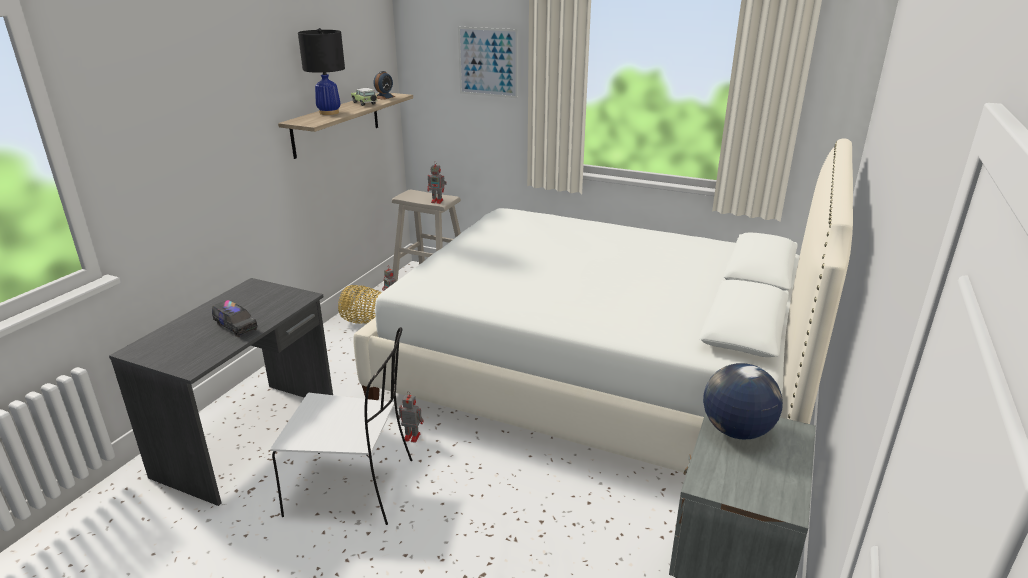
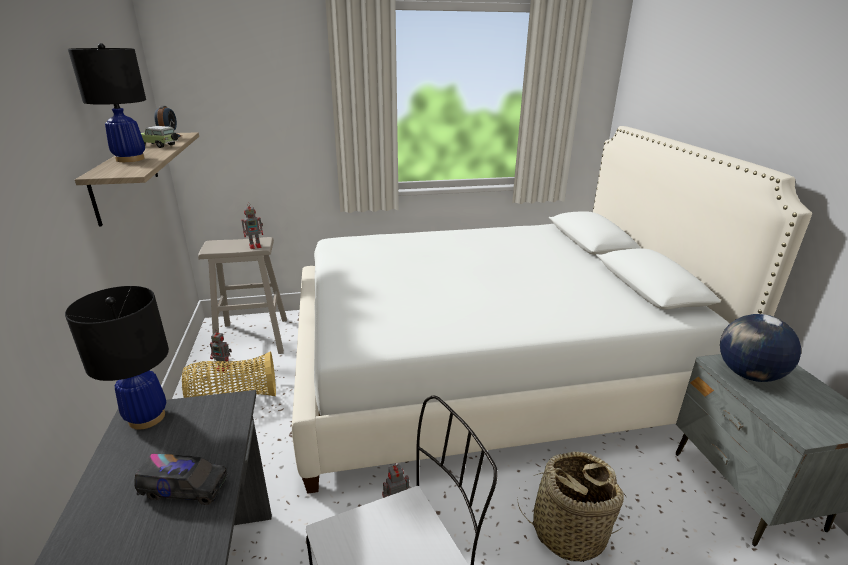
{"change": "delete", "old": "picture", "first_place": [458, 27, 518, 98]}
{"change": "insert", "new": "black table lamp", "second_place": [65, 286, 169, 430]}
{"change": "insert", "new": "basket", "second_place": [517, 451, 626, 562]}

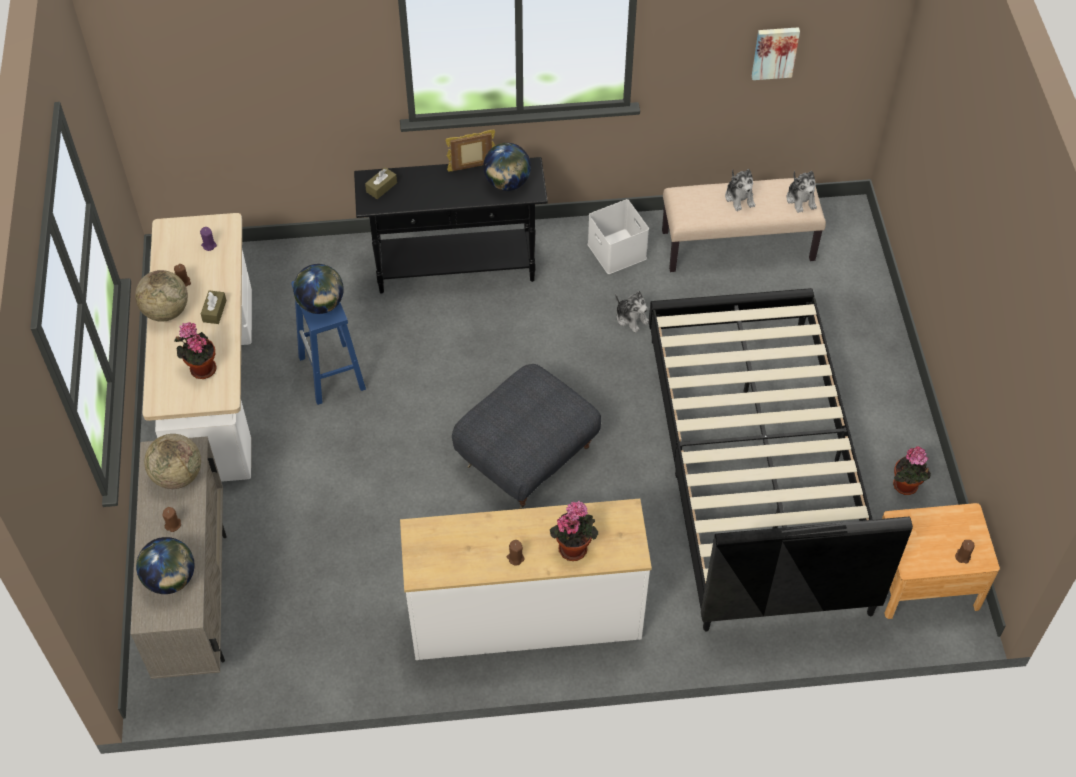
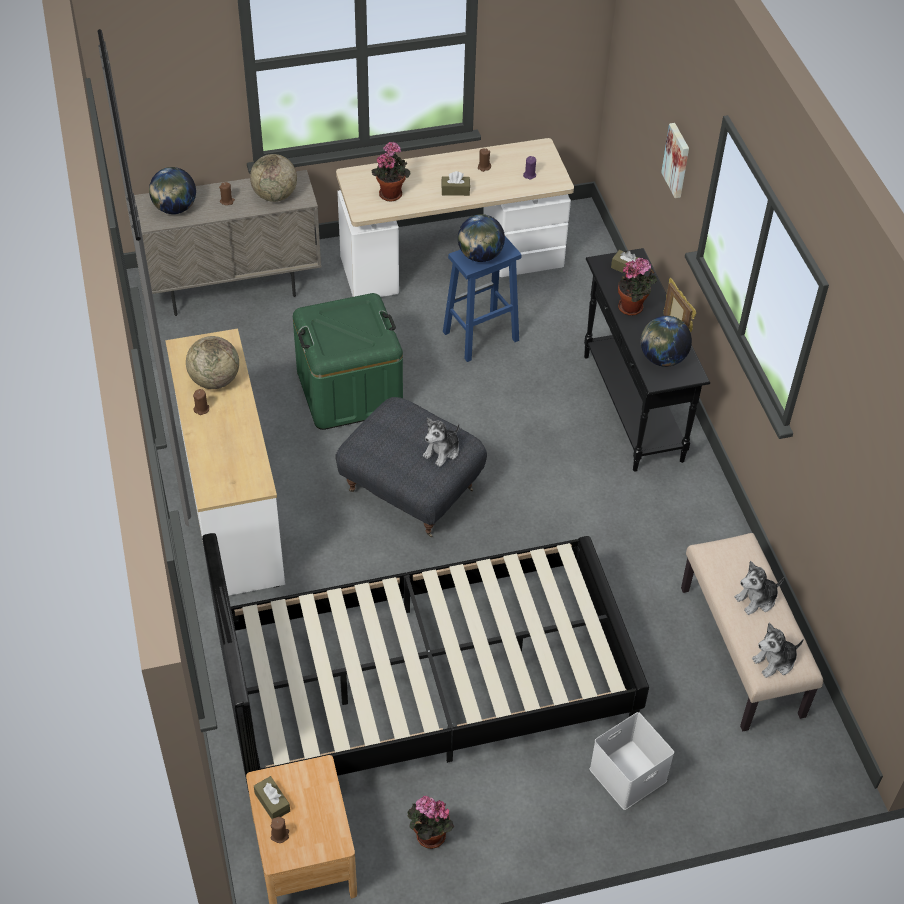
{"change": "move", "old": "picture", "first_place": [752, 27, 800, 80], "second_place": [661, 123, 689, 198]}
{"change": "move", "old": "white storage box", "first_place": [588, 199, 649, 274], "second_place": [589, 712, 674, 810]}
{"change": "move", "old": "globe", "first_place": [135, 270, 188, 322], "second_place": [186, 336, 239, 389]}
{"change": "move", "old": "plush toy", "first_place": [615, 291, 649, 333], "second_place": [423, 418, 459, 467]}
{"change": "move", "old": "potted plant", "first_place": [550, 501, 598, 561], "second_place": [618, 258, 657, 316]}
{"change": "insert", "new": "green storage box", "second_place": [293, 293, 403, 430]}
{"change": "insert", "new": "brown tissue box", "second_place": [254, 776, 290, 819]}

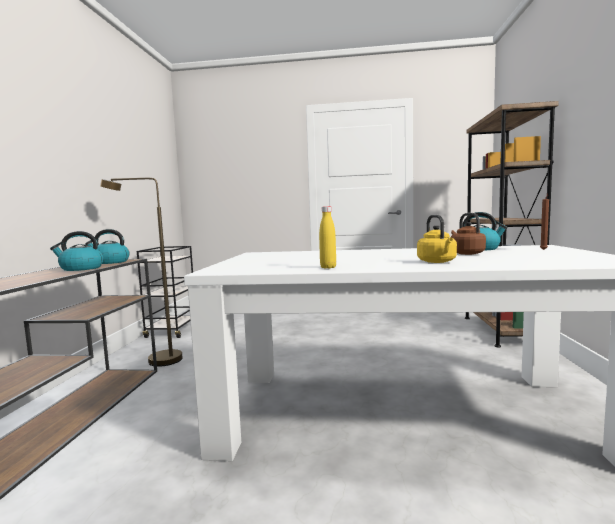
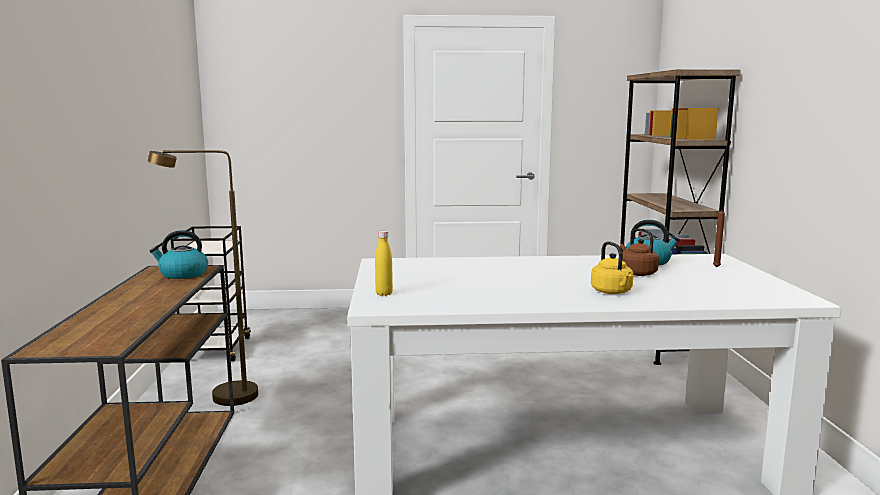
{"change": "move", "old": "yellow bottle", "first_place": [319, 206, 336, 268], "second_place": [375, 231, 393, 296]}
{"change": "delete", "old": "kettle", "first_place": [50, 231, 103, 271]}

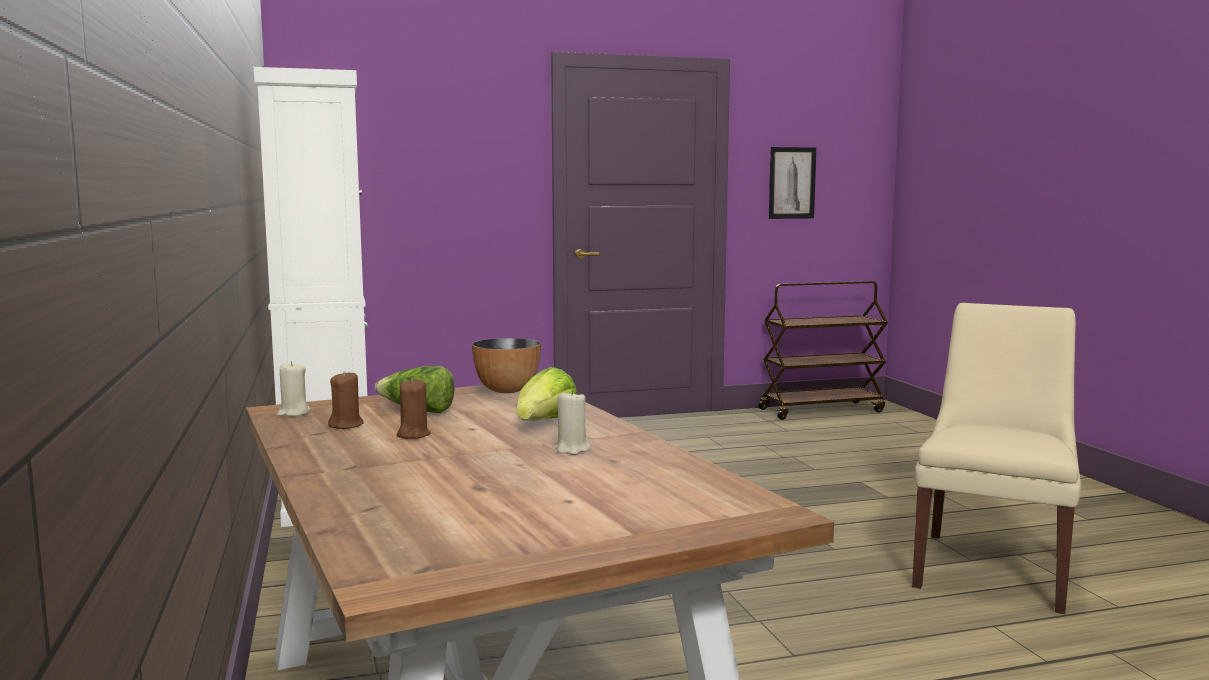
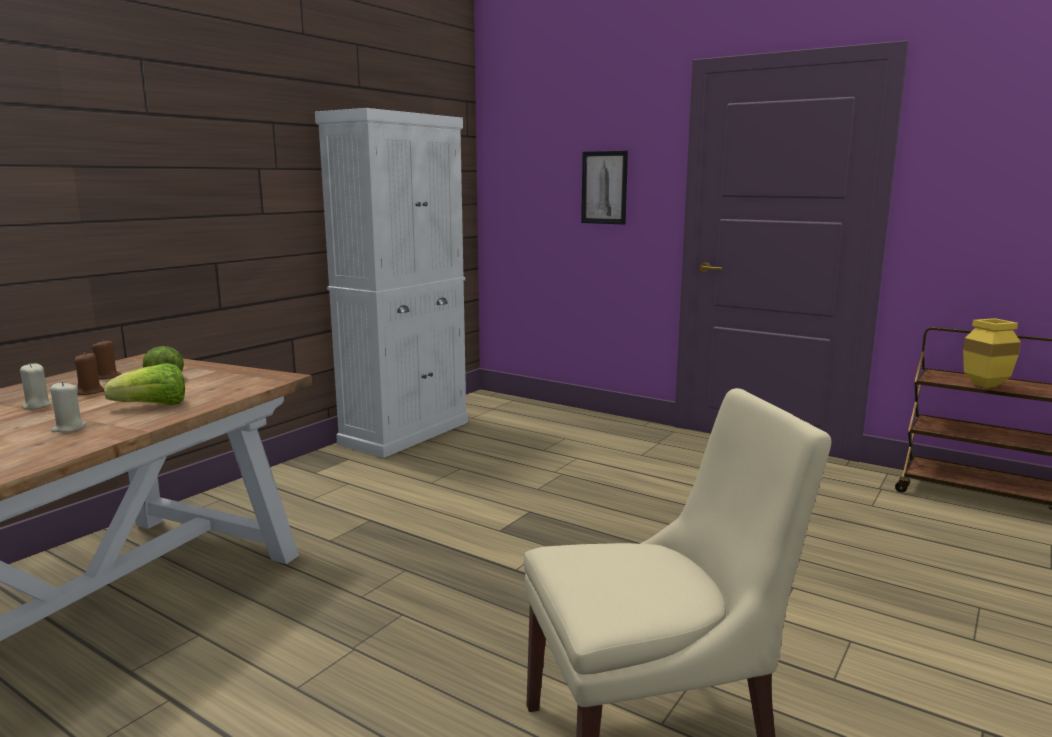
{"change": "move", "old": "picture", "first_place": [769, 147, 816, 219], "second_place": [581, 151, 628, 225]}
{"change": "delete", "old": "bowl", "first_place": [472, 338, 541, 393]}
{"change": "move", "old": "beige candle", "first_place": [277, 361, 311, 416], "second_place": [20, 363, 52, 409]}
{"change": "insert", "new": "yellow vase", "second_place": [963, 318, 1021, 388]}

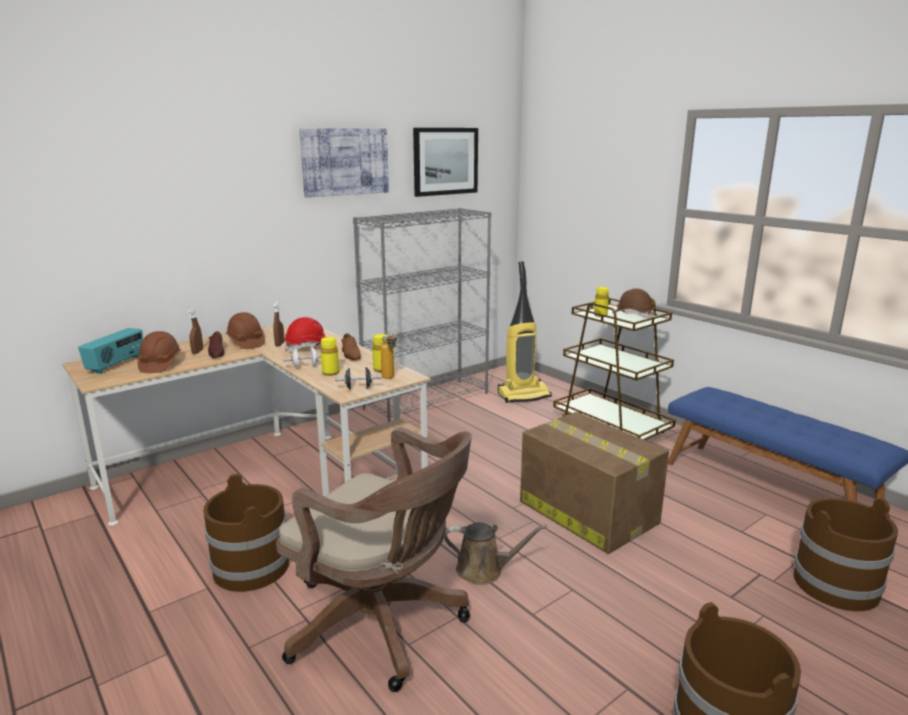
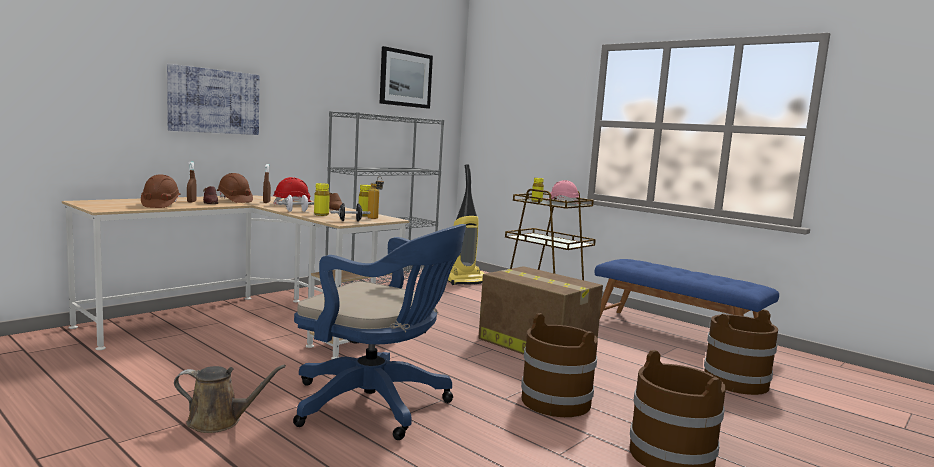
{"change": "move", "old": "picture", "first_place": [299, 128, 389, 198], "second_place": [167, 64, 260, 135]}
{"change": "recolor", "old": "brown hard hat", "new": "pink hard hat", "first_place": [615, 288, 654, 319], "second_place": [546, 180, 579, 204]}
{"change": "delete", "old": "radio", "first_place": [78, 328, 143, 374]}
{"change": "recolor", "old": "brown office chair", "new": "blue office chair", "first_place": [276, 427, 472, 692], "second_place": [293, 224, 466, 440]}
{"change": "move", "old": "brown bucket", "first_place": [203, 474, 289, 592], "second_place": [521, 313, 598, 417]}
{"change": "move", "old": "brown watering can", "first_place": [444, 522, 547, 585], "second_place": [174, 365, 286, 433]}

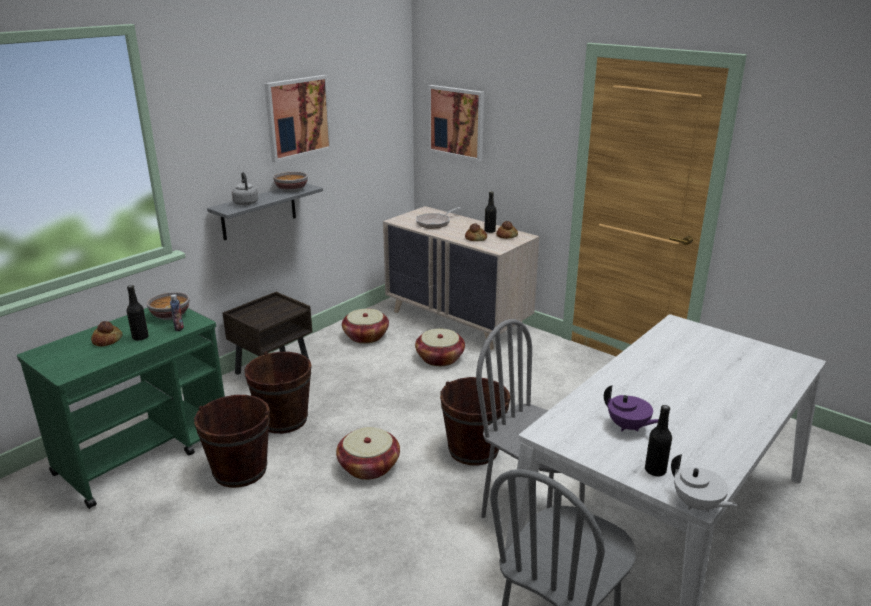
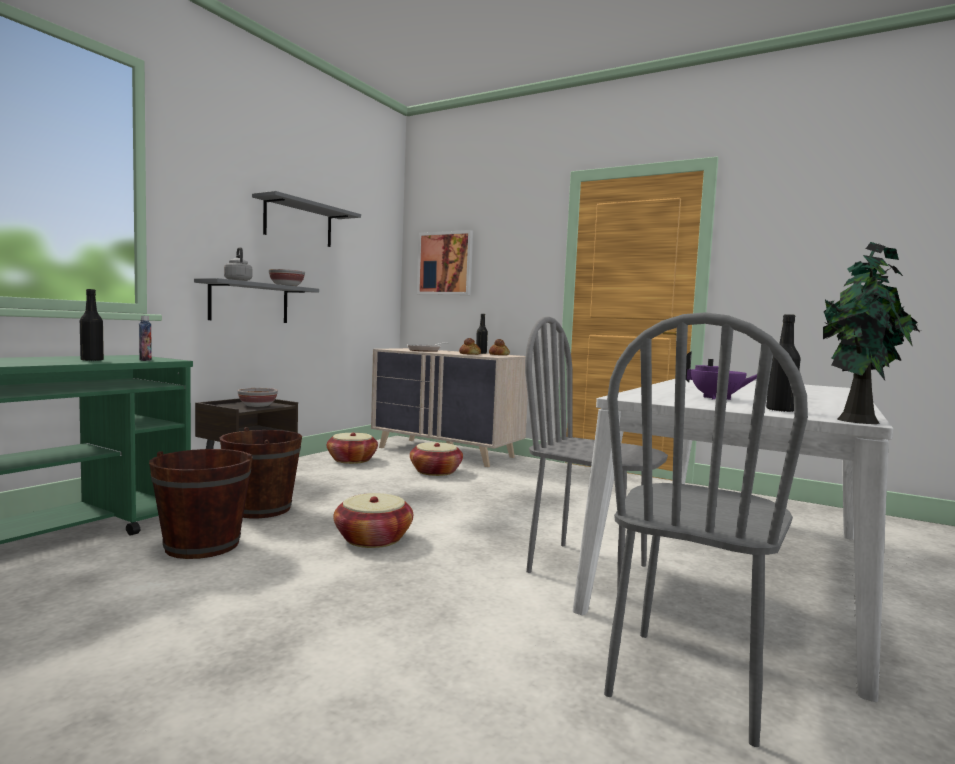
{"change": "replace", "old": "picture", "new": "grey shelf", "first_place": [264, 75, 332, 163], "second_place": [252, 191, 361, 247]}
{"change": "move", "old": "bowl", "first_place": [147, 292, 189, 320], "second_place": [238, 388, 278, 407]}
{"change": "delete", "old": "bread", "first_place": [91, 321, 122, 347]}
{"change": "delete", "old": "brown bucket", "first_place": [440, 377, 510, 466]}
{"change": "replace", "old": "white teapot", "new": "potted plant", "first_place": [671, 454, 737, 512], "second_place": [823, 242, 921, 424]}

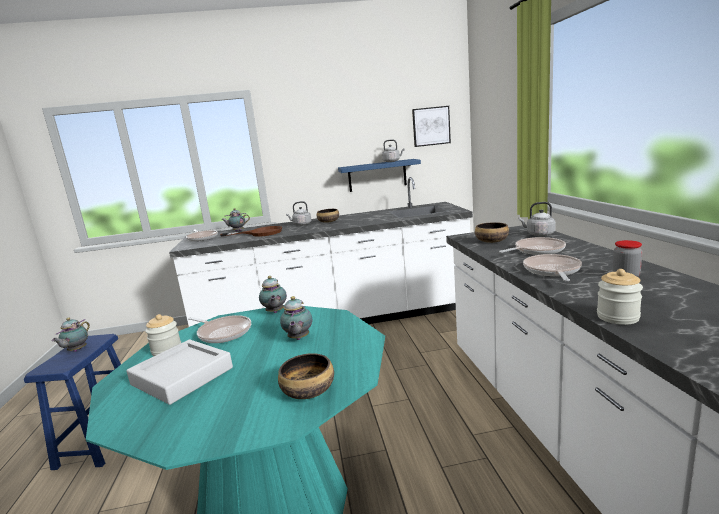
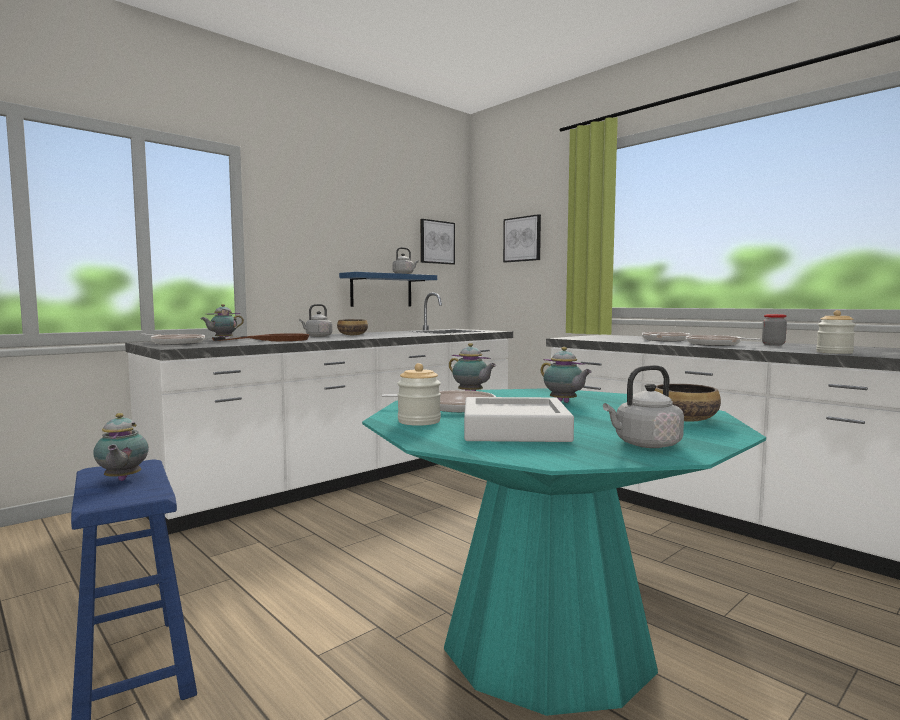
{"change": "move", "old": "grey kettle", "first_place": [519, 202, 556, 236], "second_place": [603, 365, 684, 448]}
{"change": "delete", "old": "bowl", "first_place": [475, 222, 509, 243]}
{"change": "insert", "new": "picture", "second_place": [503, 214, 541, 262]}

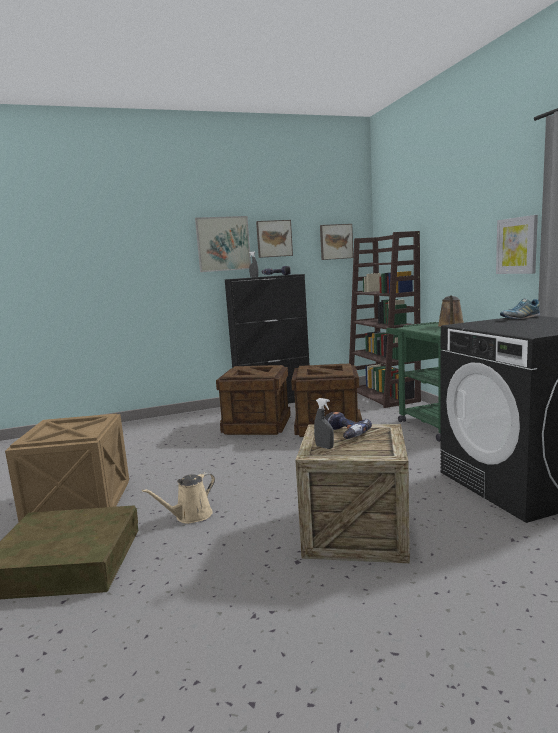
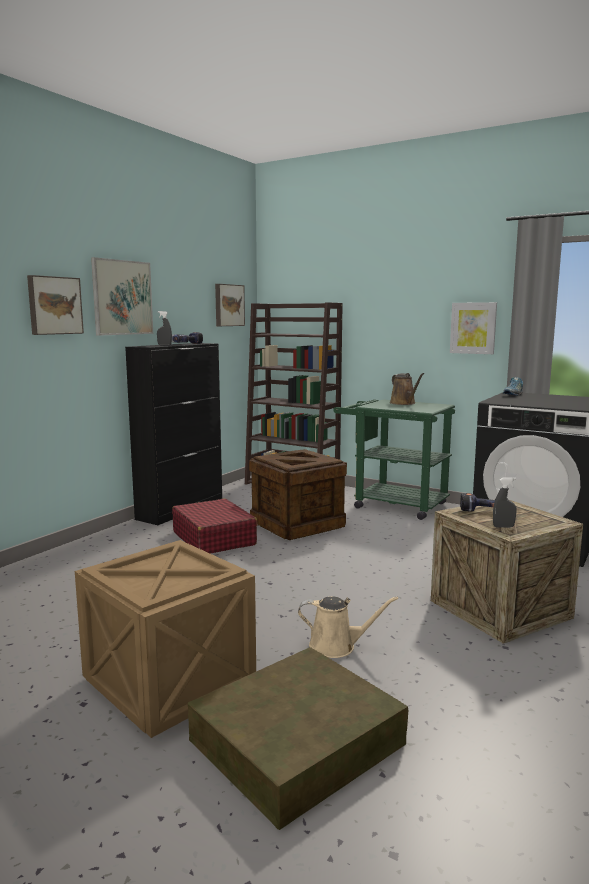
{"change": "move", "old": "picture", "first_place": [256, 220, 293, 258], "second_place": [27, 275, 84, 335]}
{"change": "replace", "old": "crate", "new": "red suitcase", "first_place": [216, 365, 291, 435], "second_place": [172, 498, 258, 554]}
{"change": "rotate", "old": "beige watering can", "first_place": [142, 472, 215, 524], "second_place": [298, 596, 398, 658], "degrees": -90}

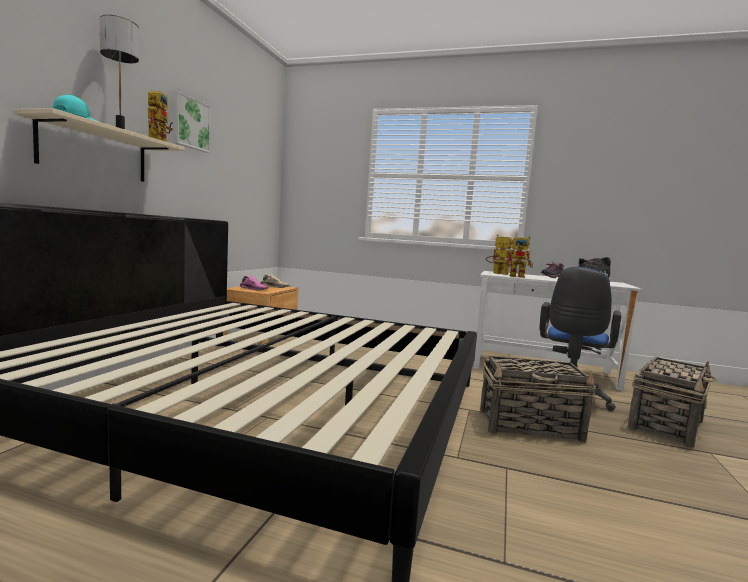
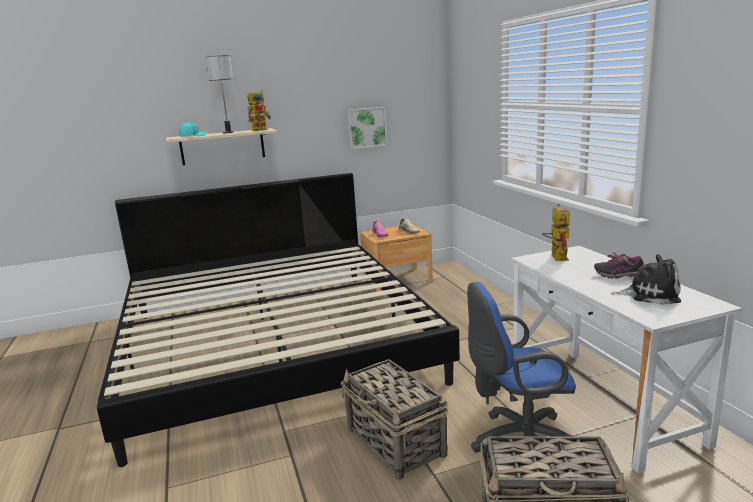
{"change": "move", "old": "picture", "first_place": [173, 91, 211, 153], "second_place": [347, 107, 387, 149]}
{"change": "delete", "old": "toy robot", "first_place": [506, 236, 533, 278]}

